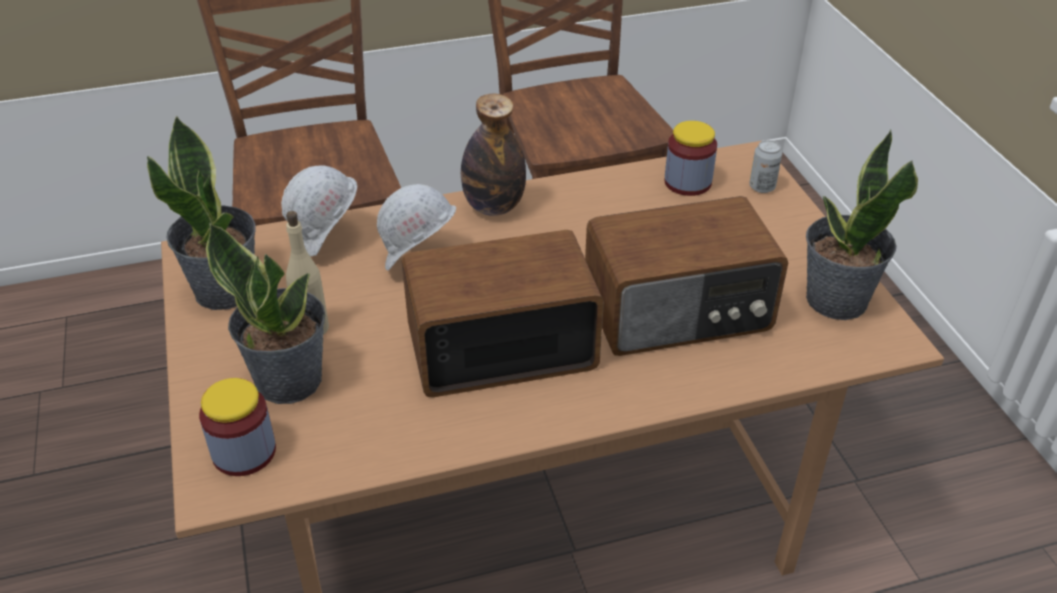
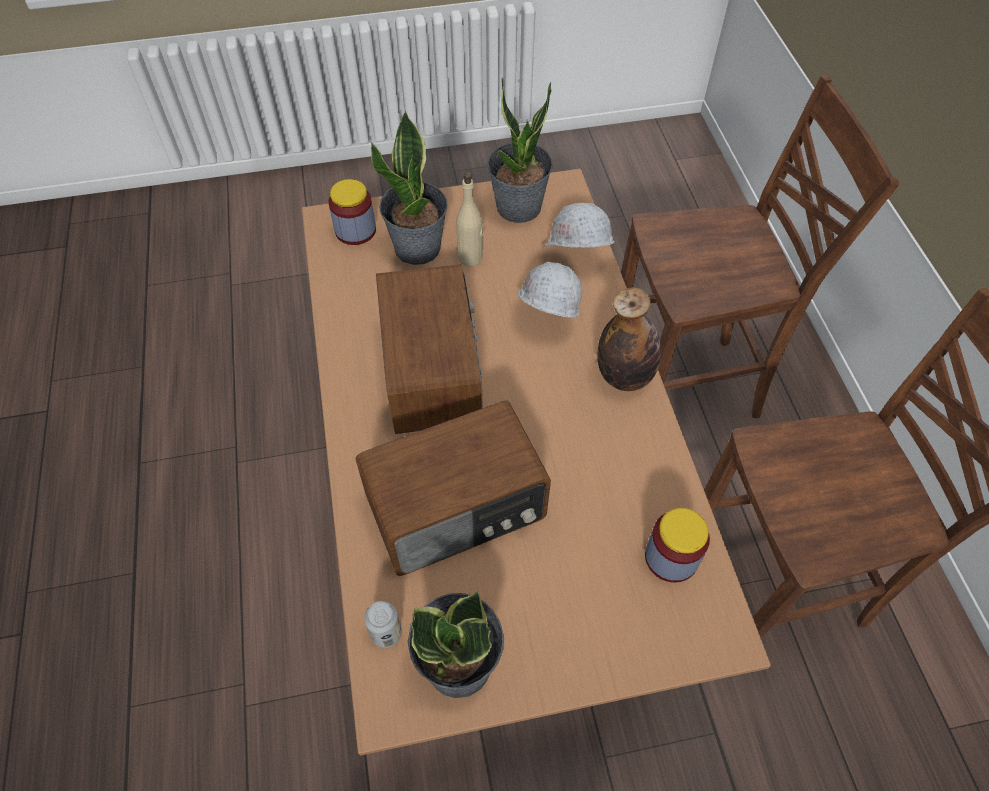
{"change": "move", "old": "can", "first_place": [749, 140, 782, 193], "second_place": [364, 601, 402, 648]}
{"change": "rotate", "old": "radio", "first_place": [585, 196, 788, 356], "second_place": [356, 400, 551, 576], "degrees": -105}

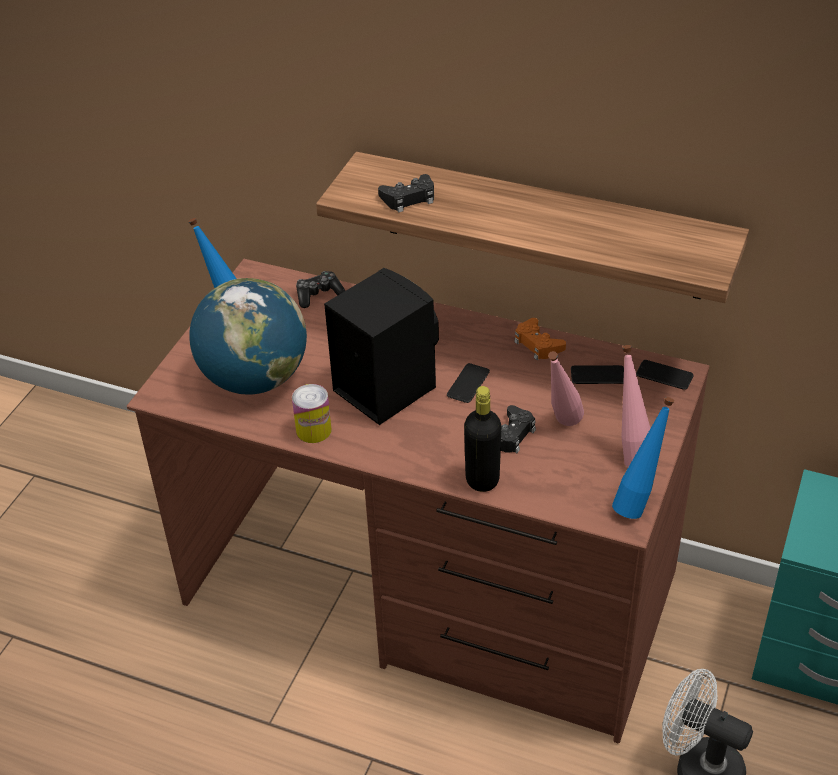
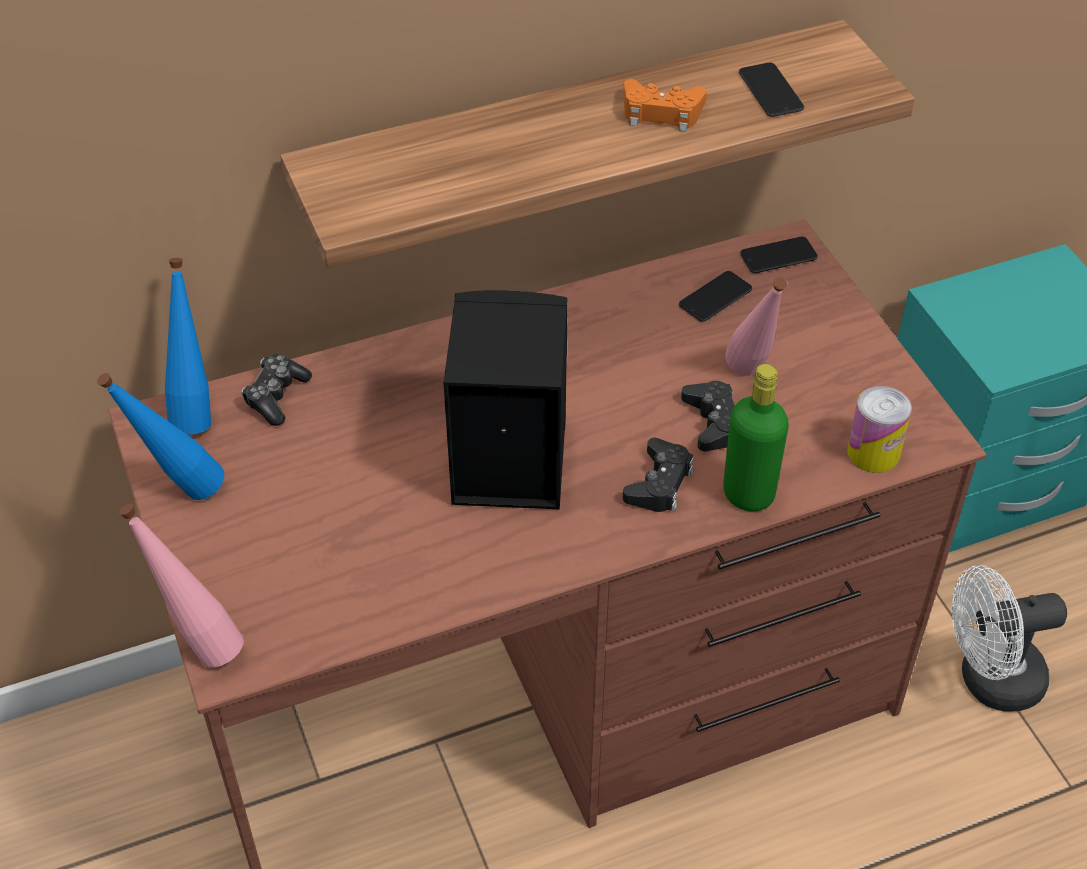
{"change": "move", "old": "black game controller", "first_place": [378, 174, 434, 213], "second_place": [623, 438, 693, 512]}
{"change": "delete", "old": "globe", "first_place": [189, 278, 307, 395]}
{"change": "move", "old": "orange game controller", "first_place": [514, 318, 566, 360], "second_place": [623, 79, 707, 132]}
{"change": "move", "old": "pink bottle", "first_place": [622, 345, 650, 467], "second_place": [119, 504, 244, 667]}
{"change": "move", "old": "phone", "first_place": [447, 363, 490, 403], "second_place": [739, 63, 804, 117]}
{"change": "move", "old": "can", "first_place": [292, 384, 332, 443], "second_place": [847, 386, 912, 473]}
{"change": "recolor", "old": "black bottle", "new": "green bottle", "first_place": [464, 386, 502, 492], "second_place": [723, 364, 789, 512]}
{"change": "move", "old": "blue bottle", "first_place": [612, 397, 674, 519], "second_place": [165, 258, 211, 435]}

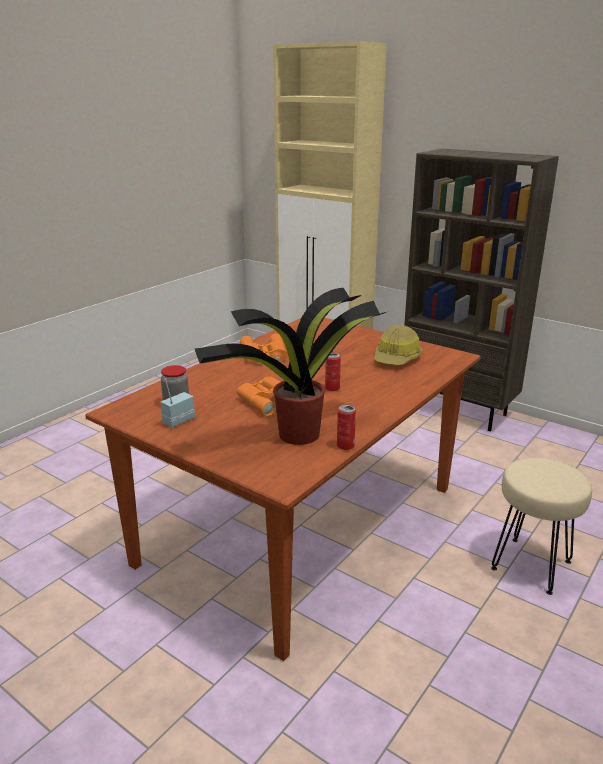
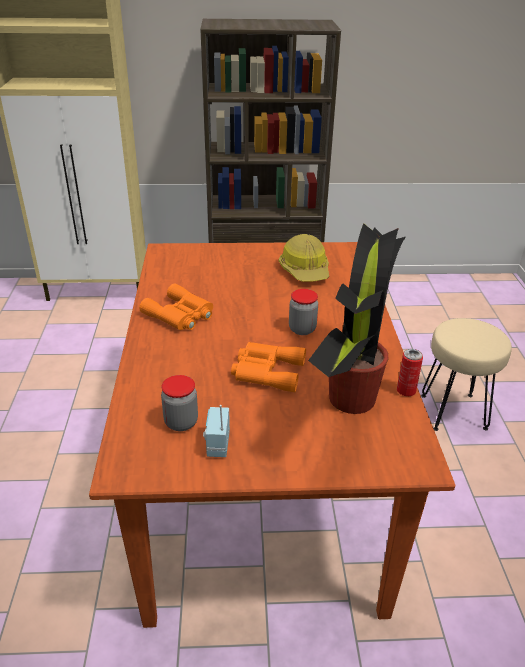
{"change": "replace", "old": "can", "new": "jar", "first_place": [325, 353, 341, 391], "second_place": [289, 289, 318, 335]}

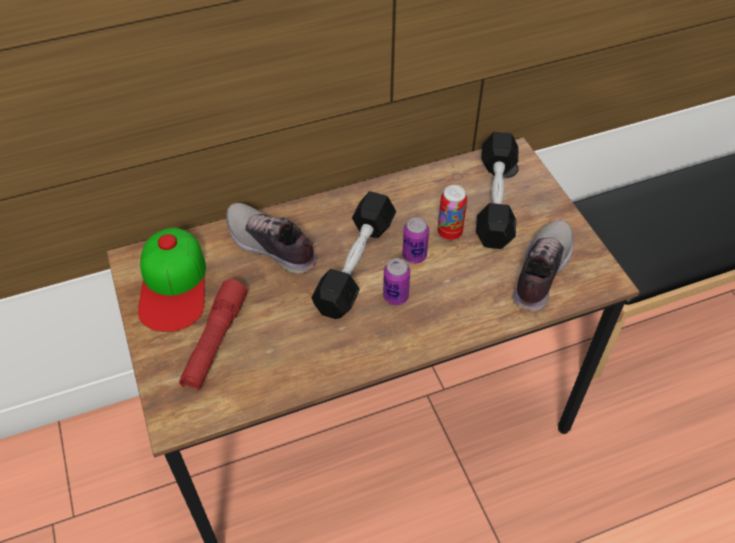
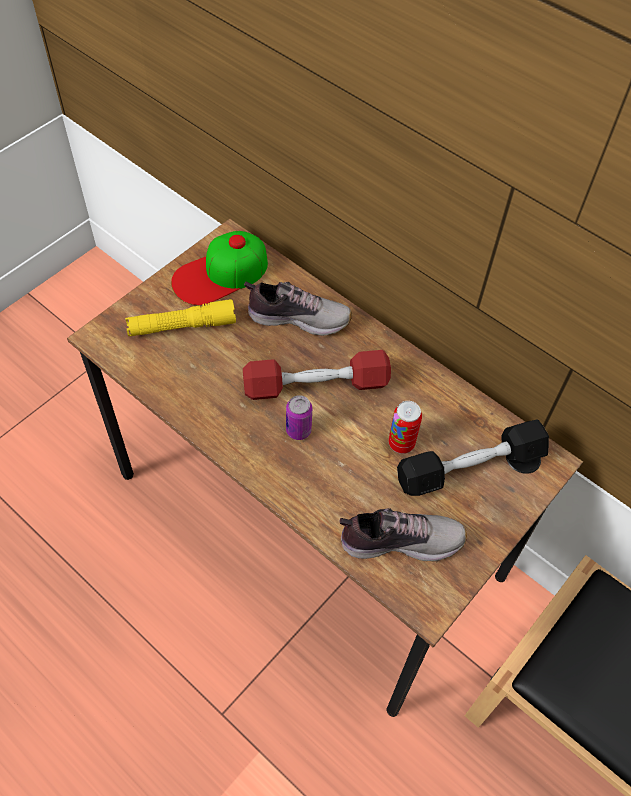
{"change": "recolor", "old": "black dumbbell", "new": "red dumbbell", "first_place": [312, 191, 396, 319], "second_place": [243, 350, 391, 400]}
{"change": "rotate", "old": "shoe", "first_place": [226, 203, 317, 274], "second_place": [244, 282, 352, 336], "degrees": 90}
{"change": "delete", "old": "can", "first_place": [402, 217, 429, 264]}
{"change": "recolor", "old": "red flashlight", "new": "yellow flashlight", "first_place": [179, 279, 248, 391], "second_place": [125, 299, 236, 336]}

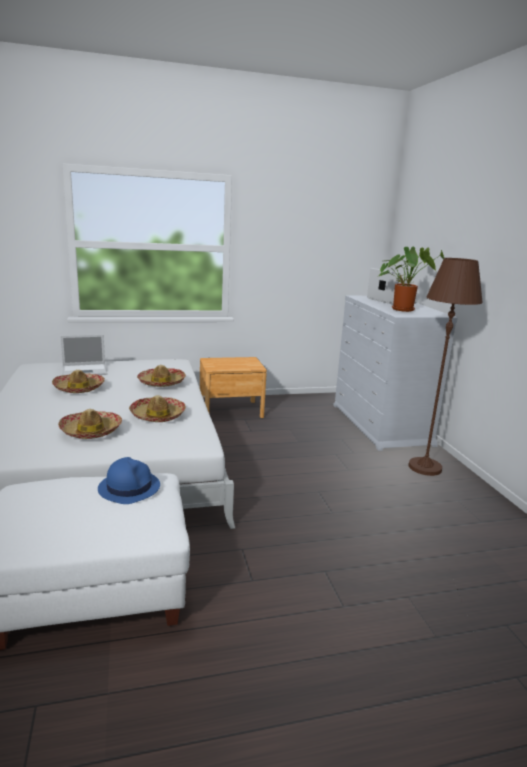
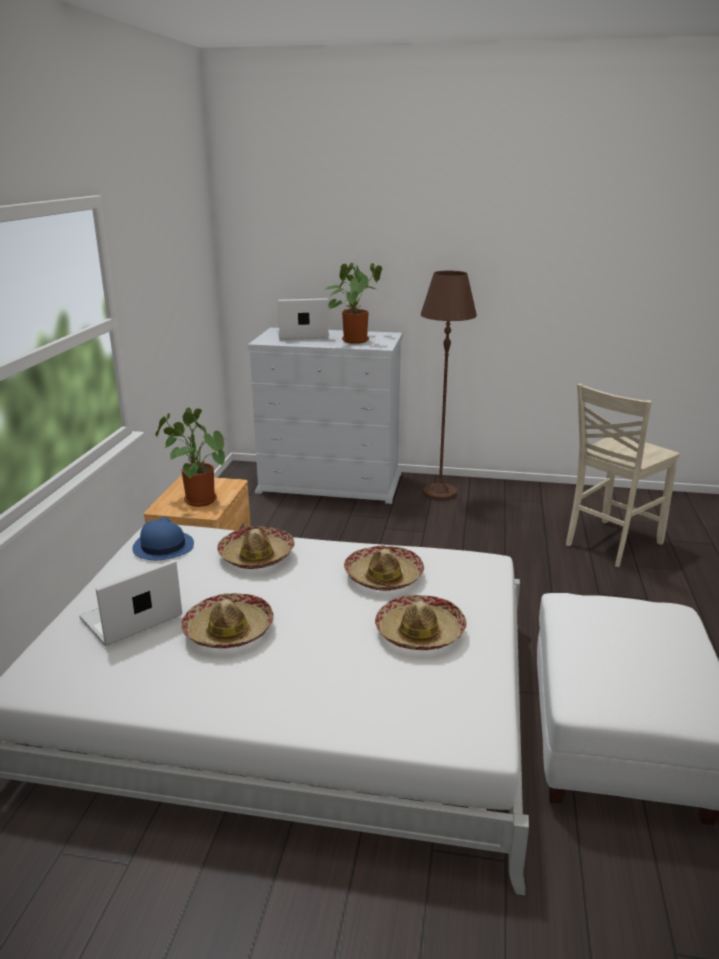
{"change": "rotate", "old": "laptop", "first_place": [60, 334, 107, 375], "second_place": [79, 559, 182, 647], "degrees": -135}
{"change": "move", "old": "blue hat", "first_place": [98, 457, 160, 504], "second_place": [132, 517, 194, 560]}
{"change": "insert", "new": "beige chair", "second_place": [566, 384, 680, 567]}
{"change": "insert", "new": "potted plant", "second_place": [155, 408, 225, 507]}

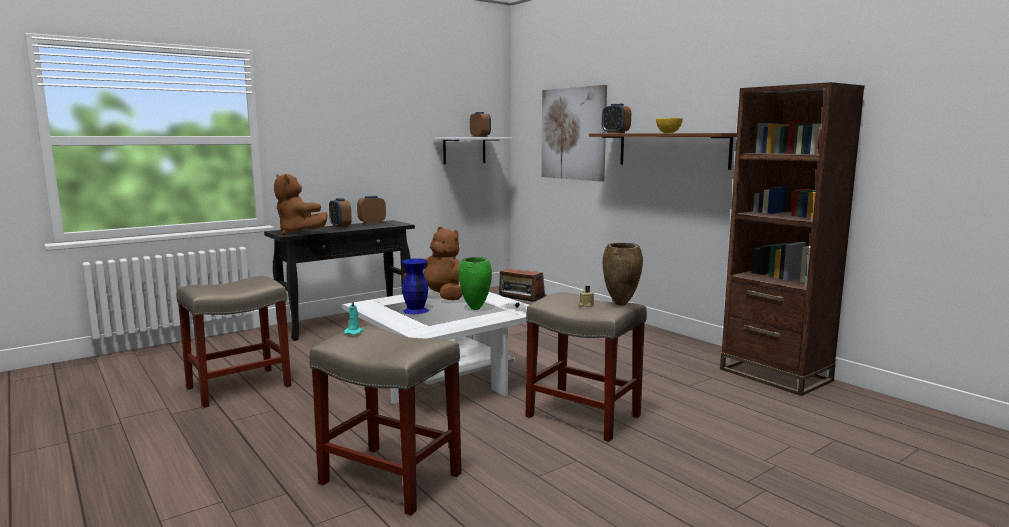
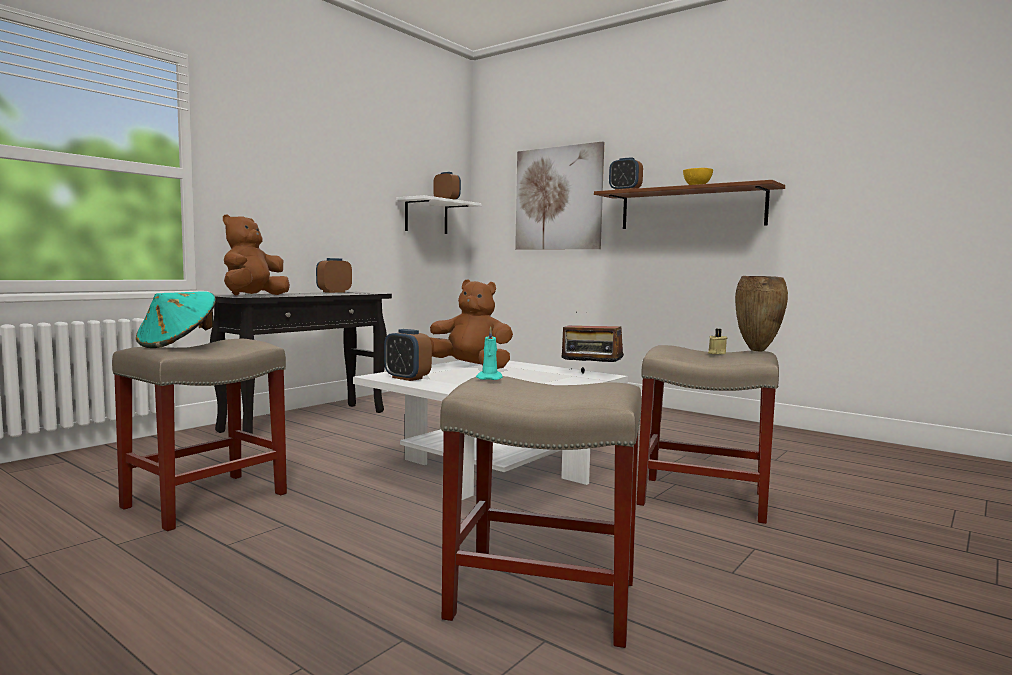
{"change": "delete", "old": "brown bookcase", "first_place": [720, 82, 865, 396]}
{"change": "rotate", "old": "brown plush toy", "first_place": [274, 174, 328, 235], "second_place": [223, 214, 290, 295], "degrees": 90}
{"change": "move", "old": "alarm clock", "first_place": [329, 198, 352, 228], "second_place": [384, 329, 432, 381]}
{"change": "delete", "old": "green vase", "first_place": [459, 257, 492, 310]}
{"change": "delete", "old": "blue vase", "first_place": [402, 258, 429, 314]}
{"change": "insert", "new": "turquoise hat", "second_place": [136, 291, 216, 348]}

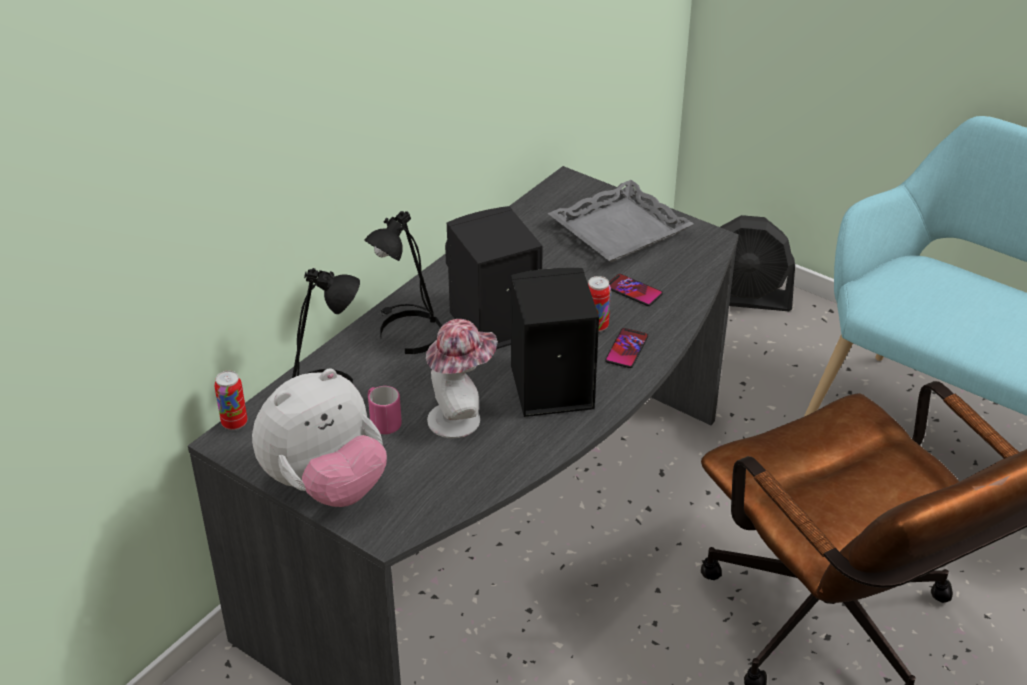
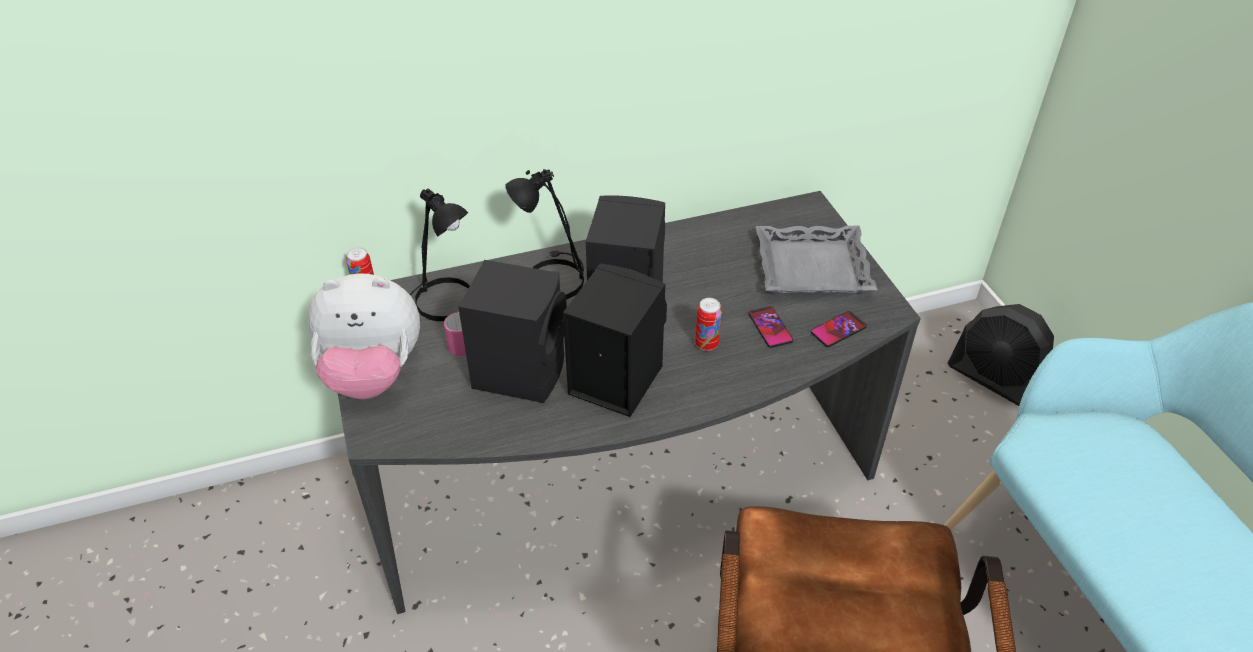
{"change": "replace", "old": "hat", "new": "black speaker", "first_place": [426, 319, 498, 438], "second_place": [458, 260, 567, 403]}
{"change": "move", "old": "phone", "first_place": [605, 328, 648, 368], "second_place": [811, 311, 867, 347]}

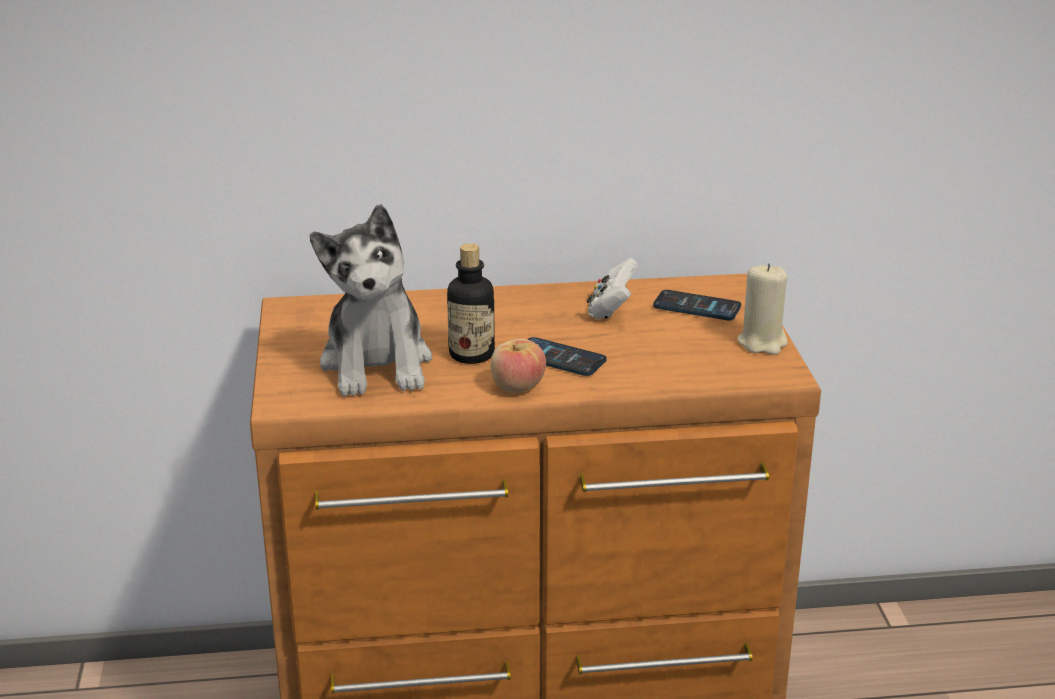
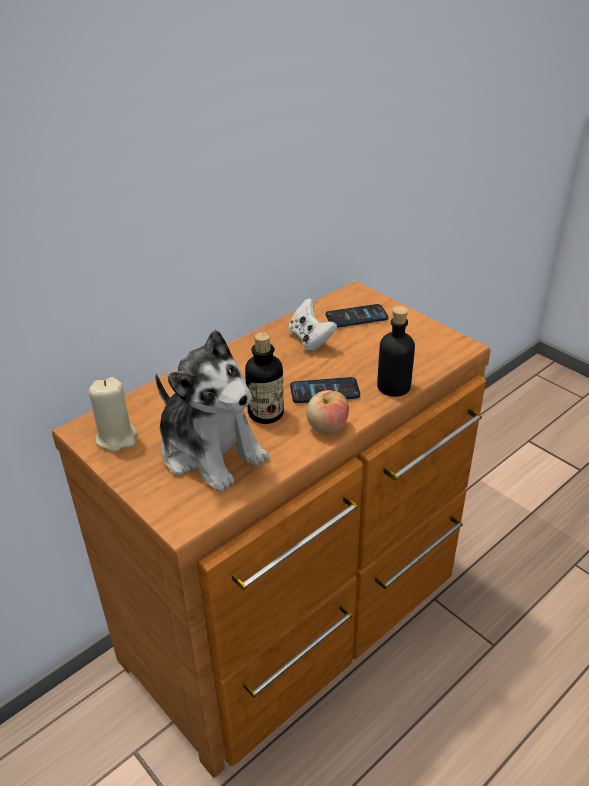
{"change": "move", "old": "beige candle", "first_place": [737, 263, 788, 355], "second_place": [89, 377, 137, 452]}
{"change": "insert", "new": "black bottle", "second_place": [377, 306, 415, 397]}

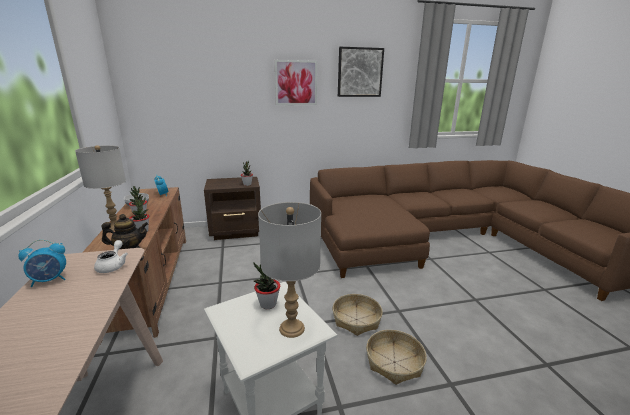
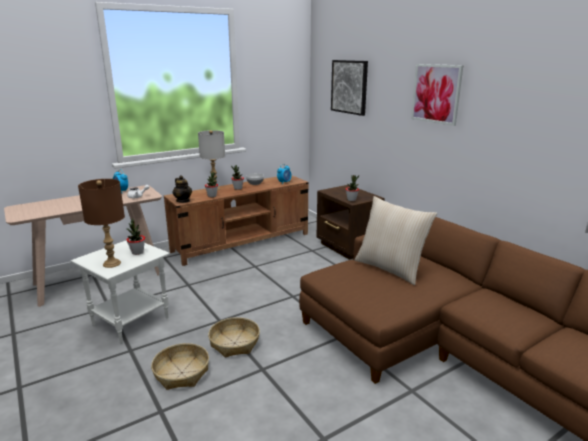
{"change": "move", "old": "picture", "first_place": [338, 47, 384, 97], "second_place": [331, 60, 368, 116]}
{"change": "recolor", "old": "grey table lamp", "new": "brown table lamp", "first_place": [258, 202, 321, 338], "second_place": [78, 179, 125, 268]}
{"change": "insert", "new": "beige pillow", "second_place": [355, 196, 437, 285]}

